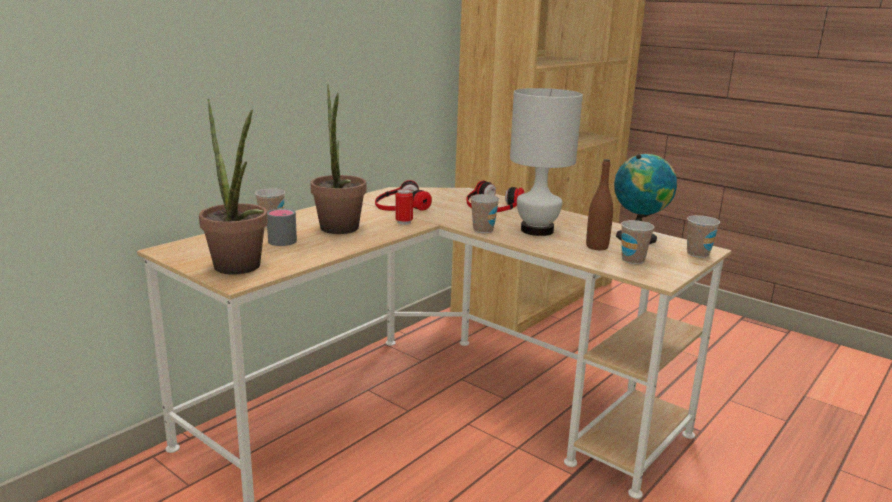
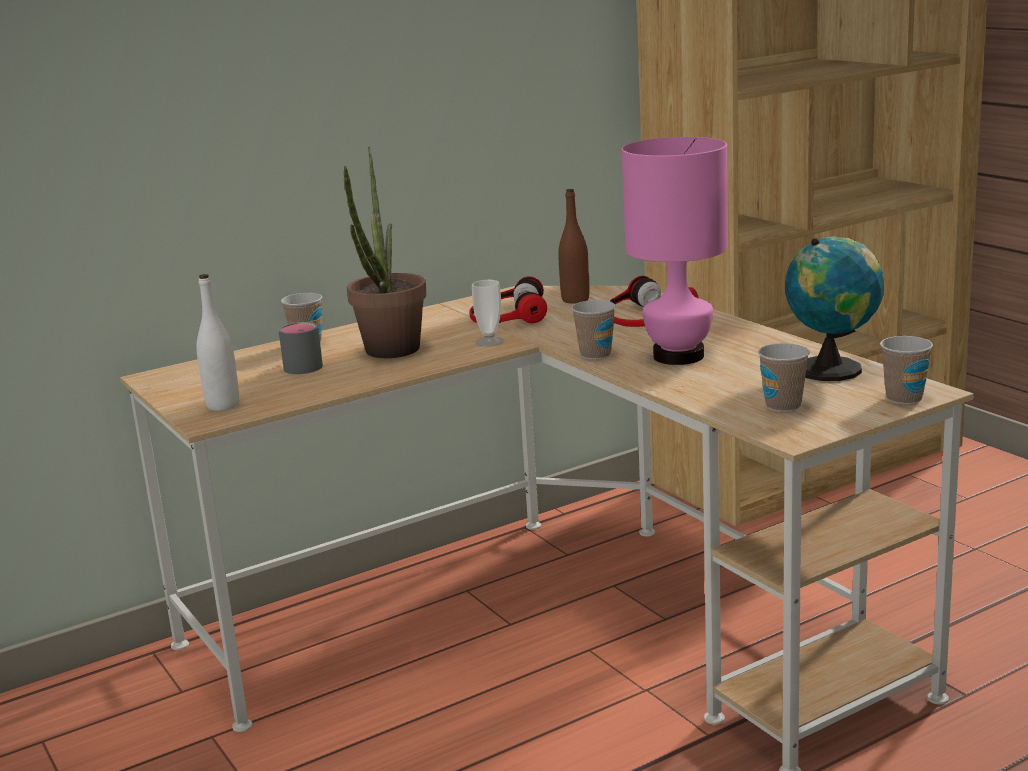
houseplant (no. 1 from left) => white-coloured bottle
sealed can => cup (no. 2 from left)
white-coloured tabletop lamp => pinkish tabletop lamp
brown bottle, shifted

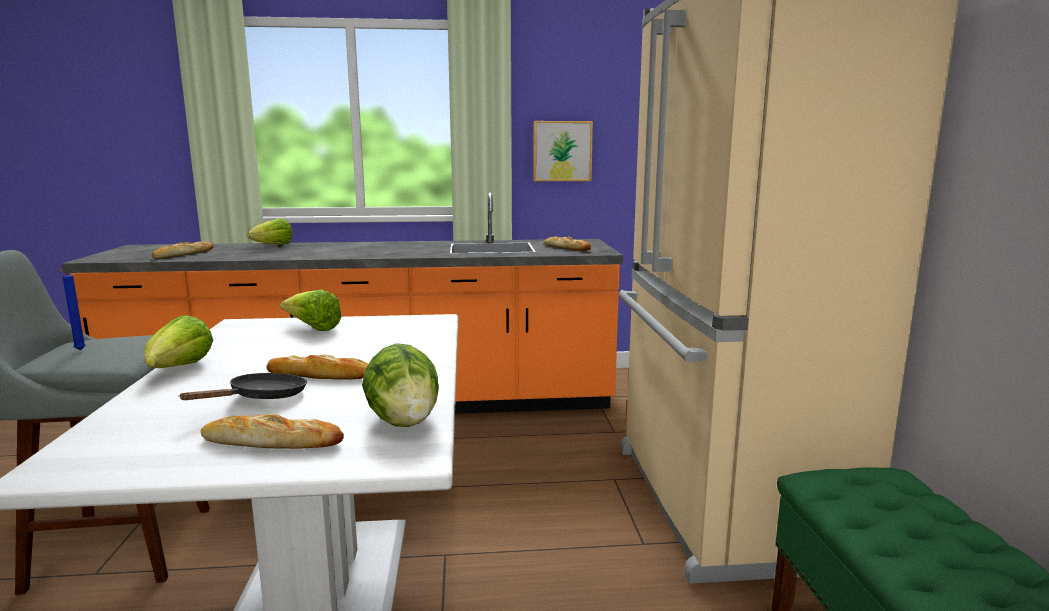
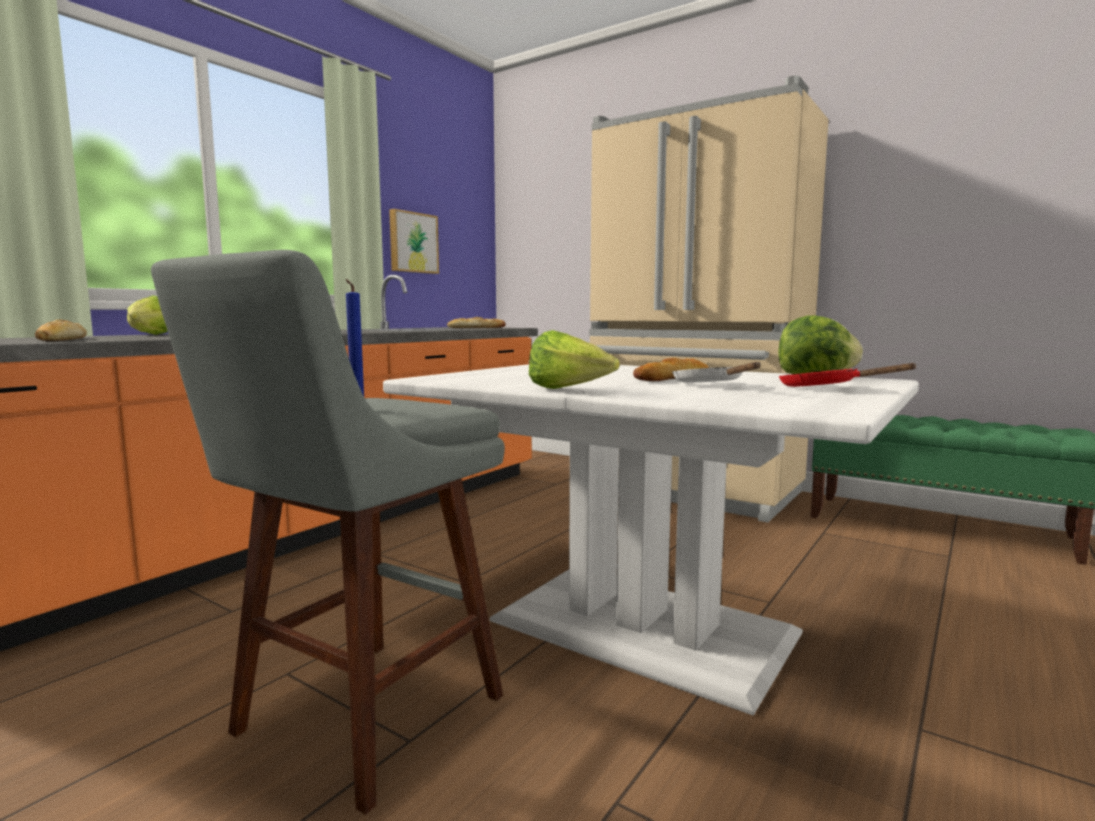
black-coloured frying pan => white-coloured frying pan
baked bread (no. 2 from left) => red-coloured frying pan
lettuce head (no. 3 from left) => nothing

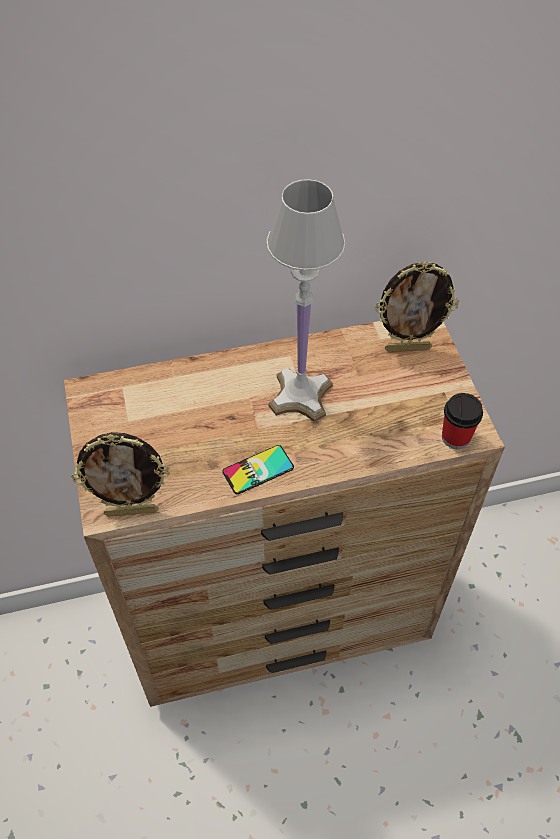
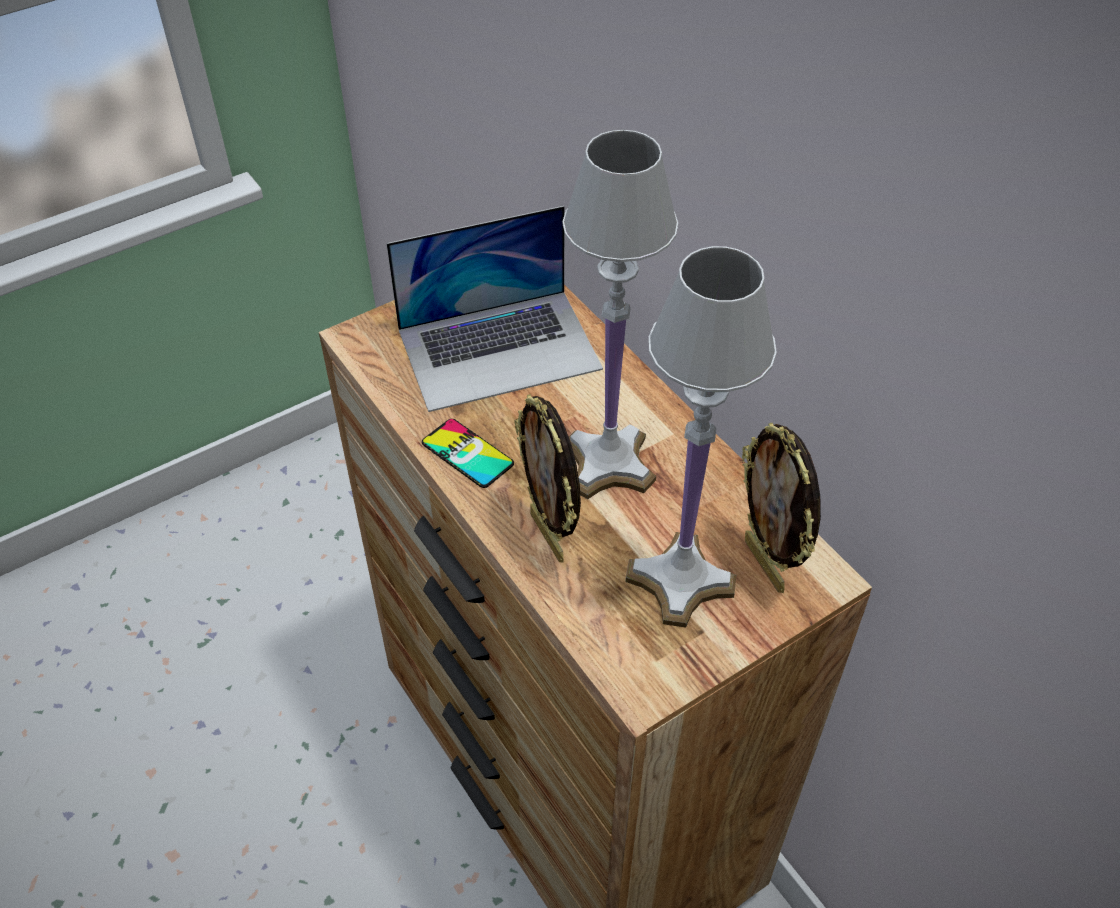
standing frame (no. 1 from left), shifted
cup => nothing
nothing => portable computer
nothing => white-coloured tabletop lamp (no. 2 from left)

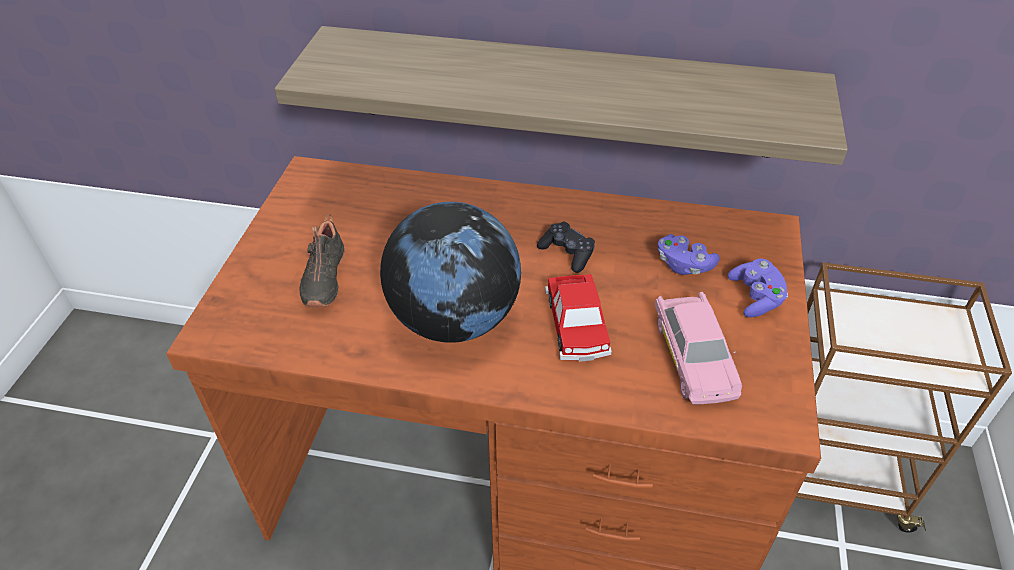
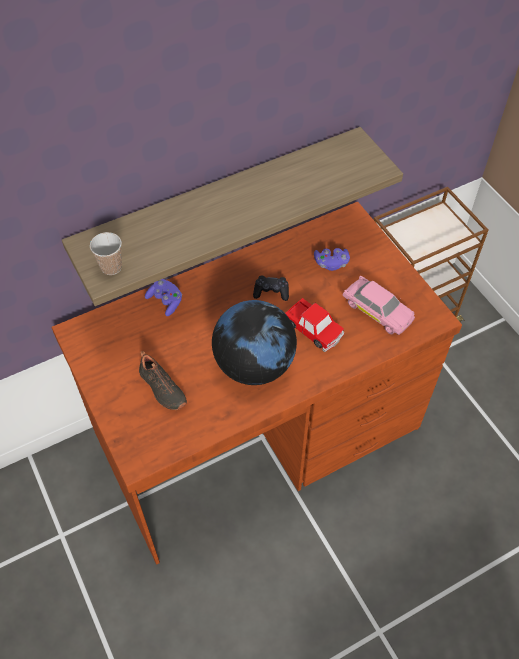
purple gamepad (no. 2 from left in the first image) => purple gamepad (no. 1 from left), shifted
nothing => cup

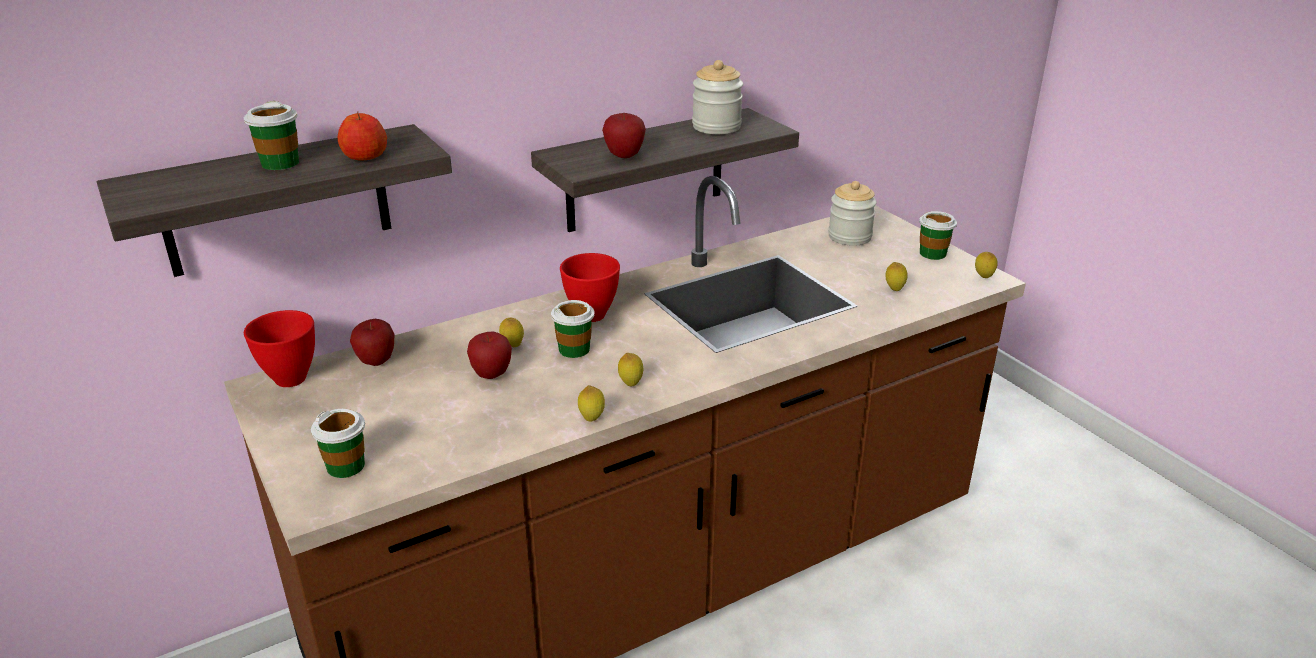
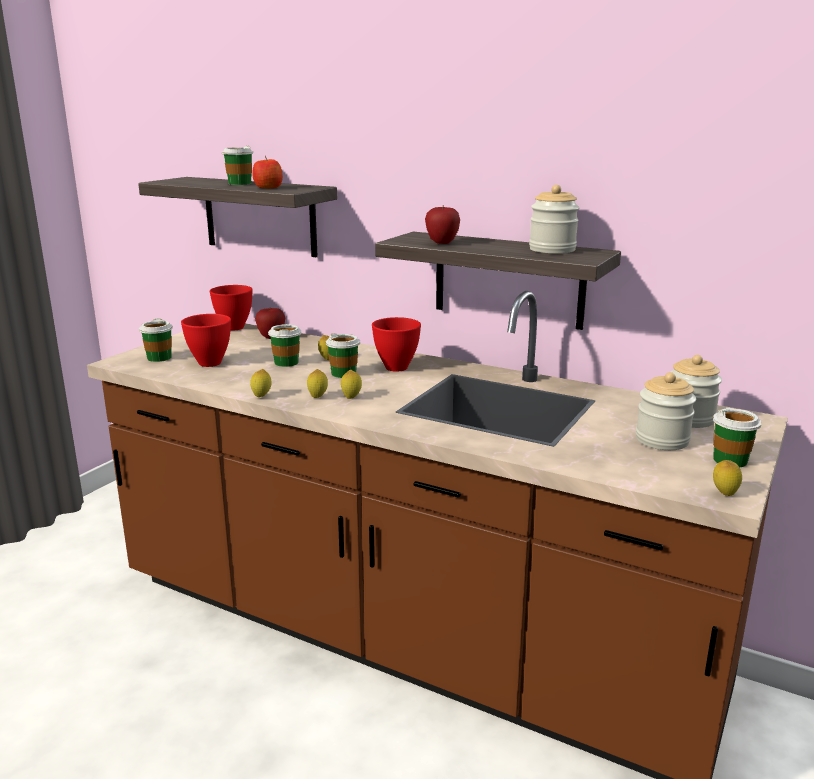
whole apple (no. 3 from left) => cup (no. 3 from left)
lemon (no. 4 from left), shifted
nothing => red-coloured bowl (no. 1 from left)
nothing => storage jar (no. 2 from left)

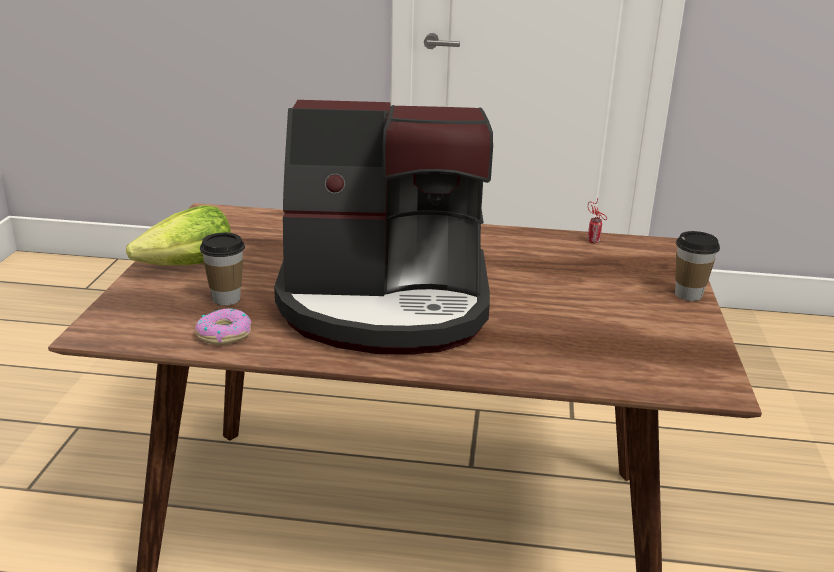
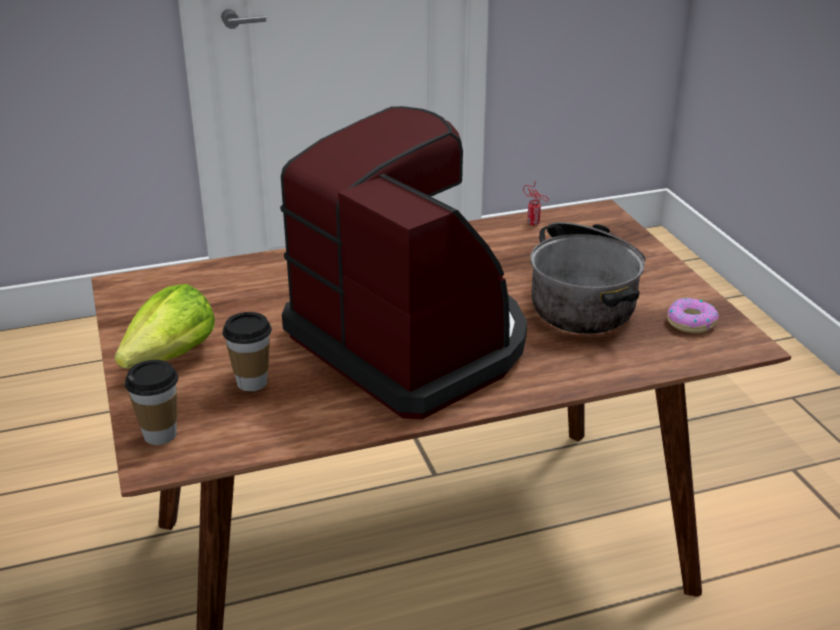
ring doughnut, shifted
coffee brewer, 105 degrees counterclockwise
cup (no. 2 from left in the first image) => cup (no. 1 from left), shifted
nothing => cooking pot

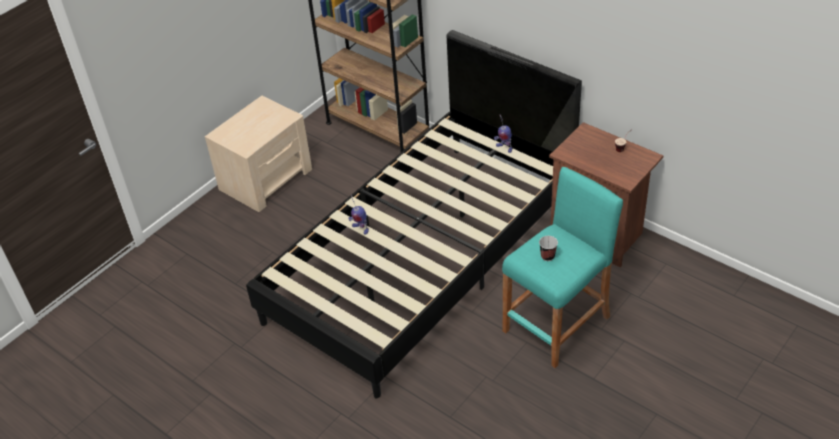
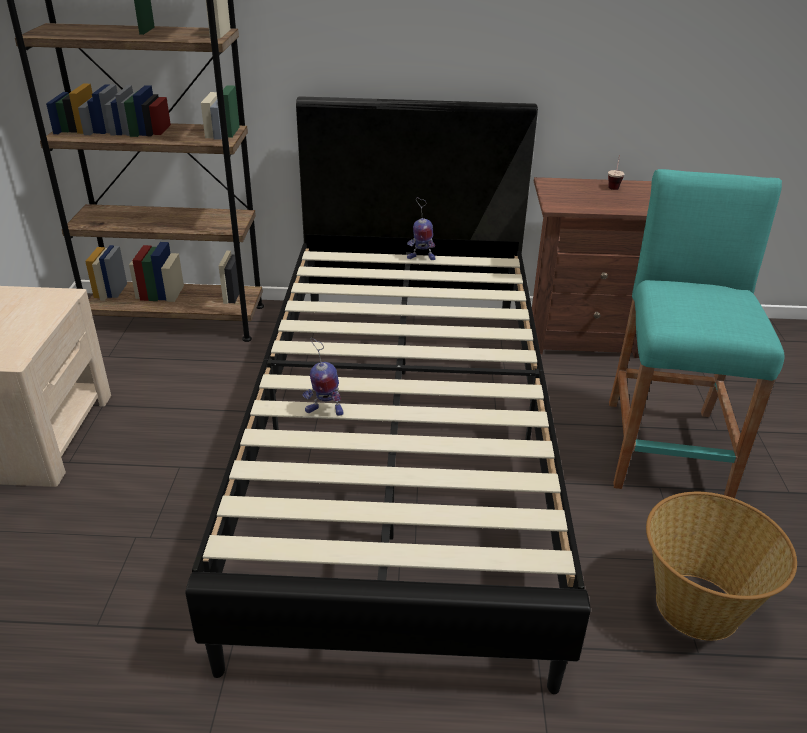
cup (no. 1 from left) => nothing
nothing => household basket

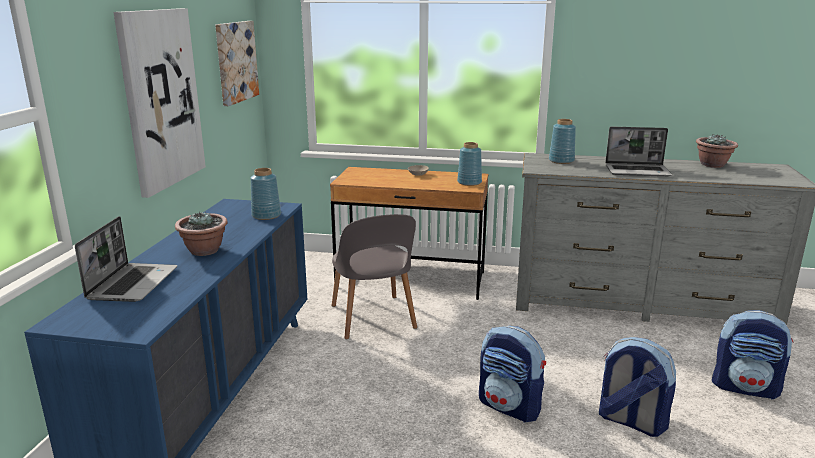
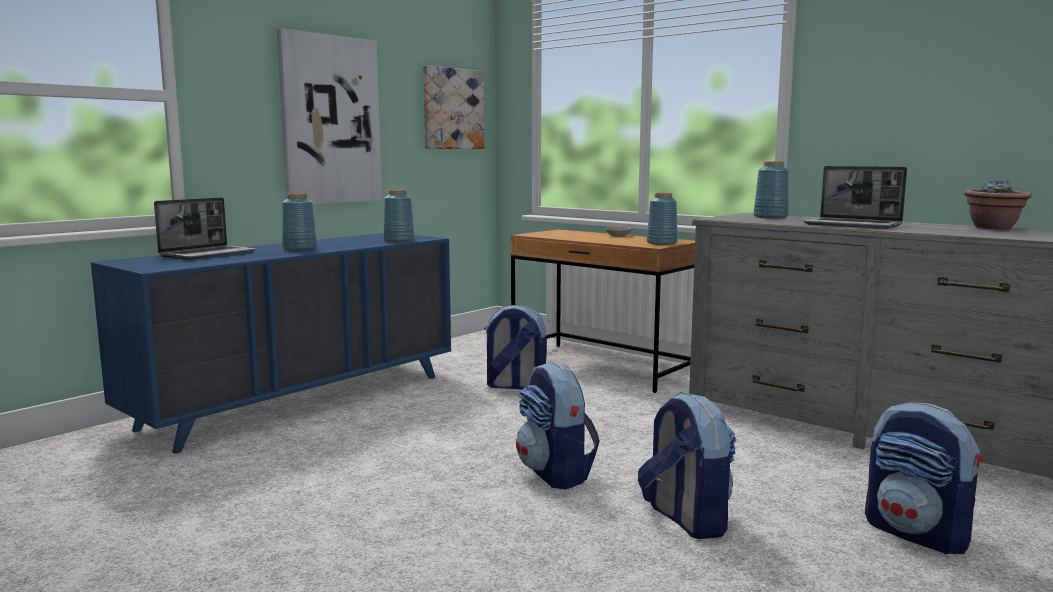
houseplant (no. 1 from left) => bluish flower vase (no. 1 from left)
gray plain chair => backpack (no. 1 from left)

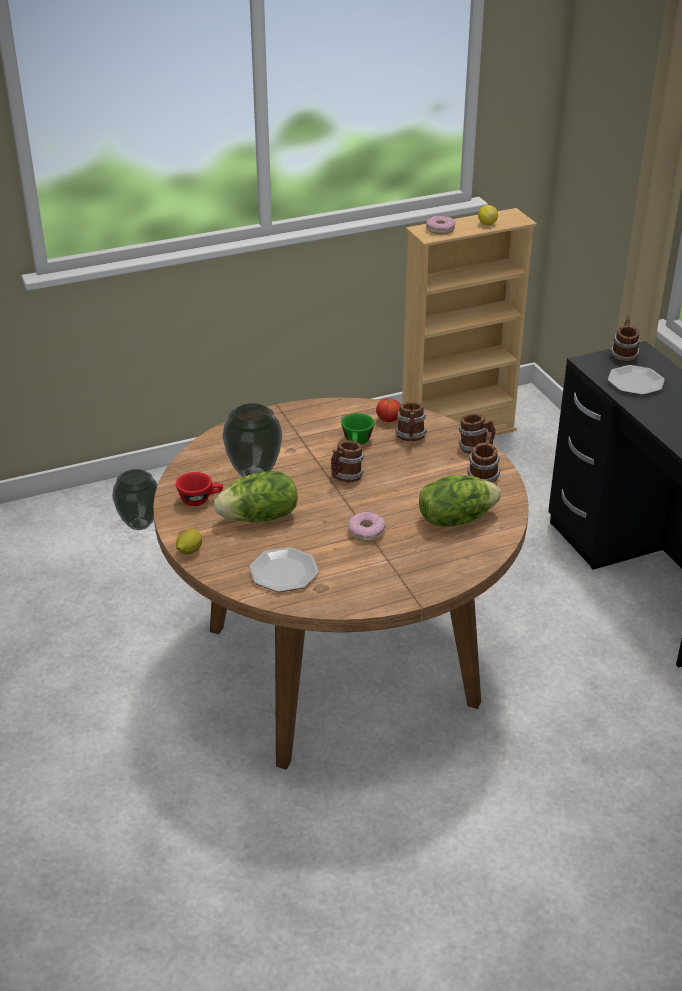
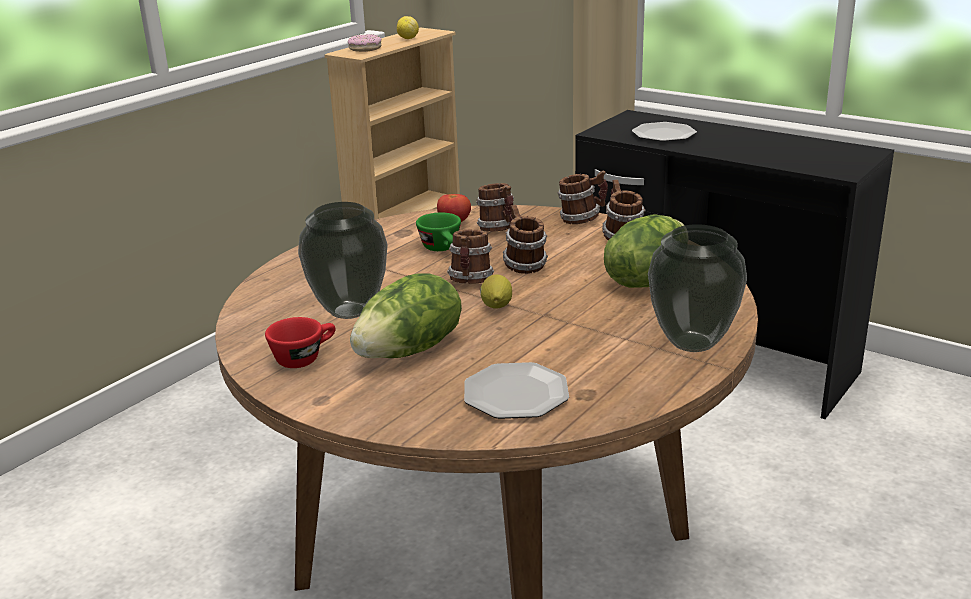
flower vase (no. 1 from left in the first image) => flower vase (no. 2 from left), shifted
lemon (no. 1 from left in the first image) => lemon (no. 2 from left), shifted
ring doughnut (no. 1 from left) => nothing
tea mug (no. 5 from left in the first image) => tea mug (no. 3 from left), shifted

